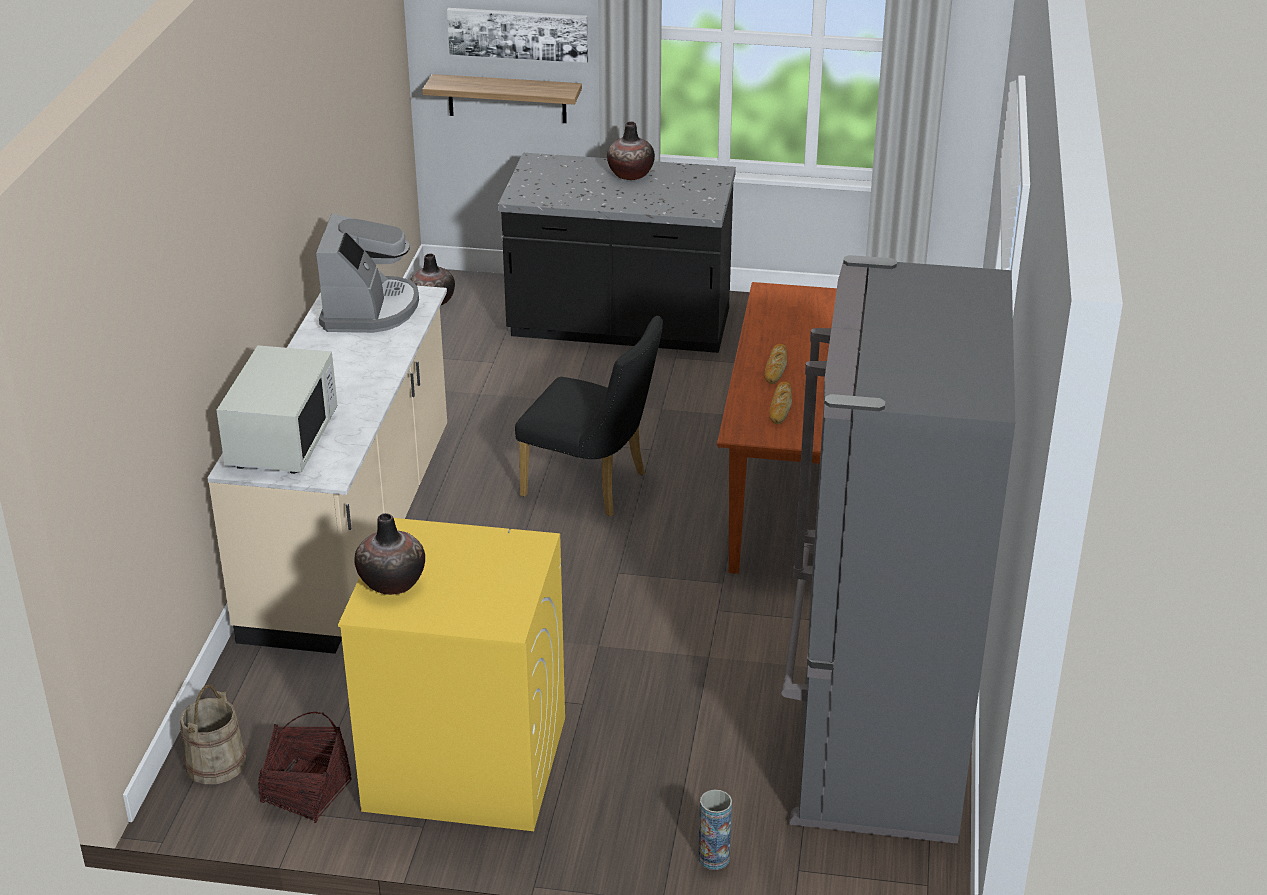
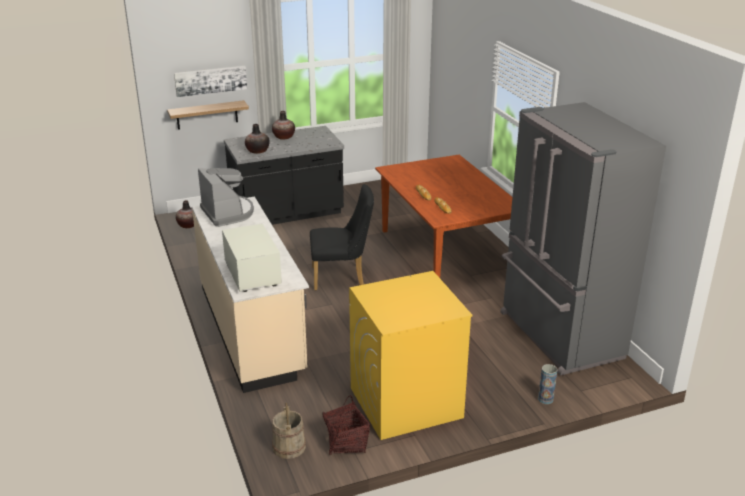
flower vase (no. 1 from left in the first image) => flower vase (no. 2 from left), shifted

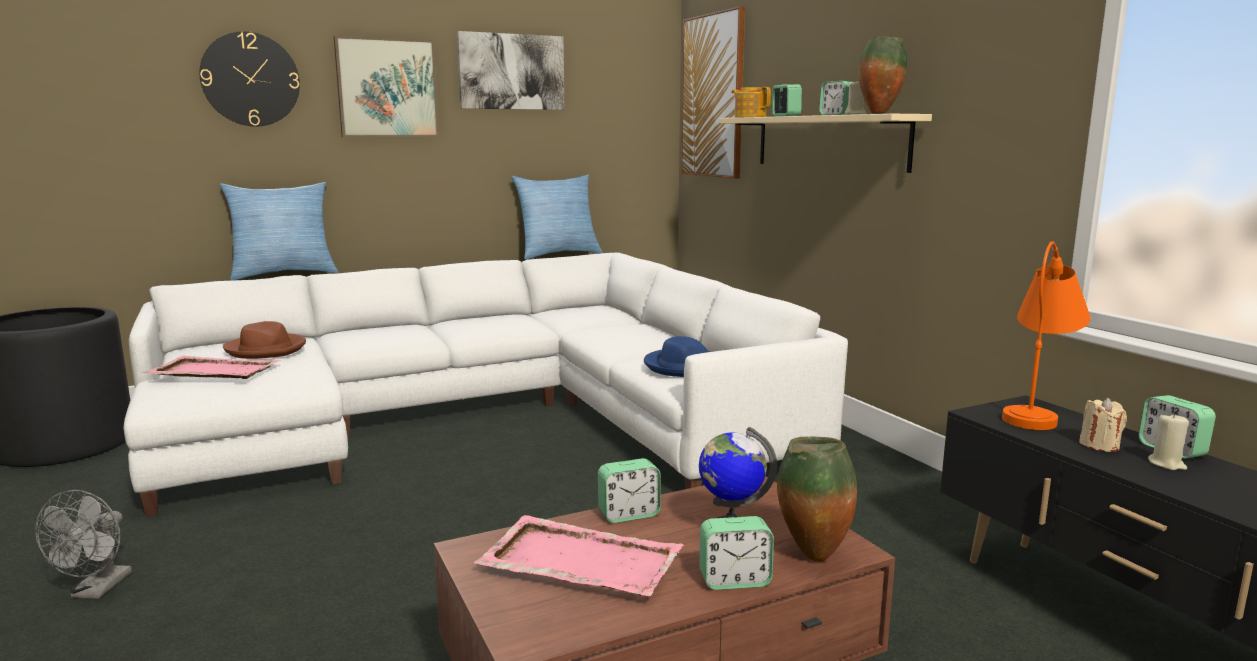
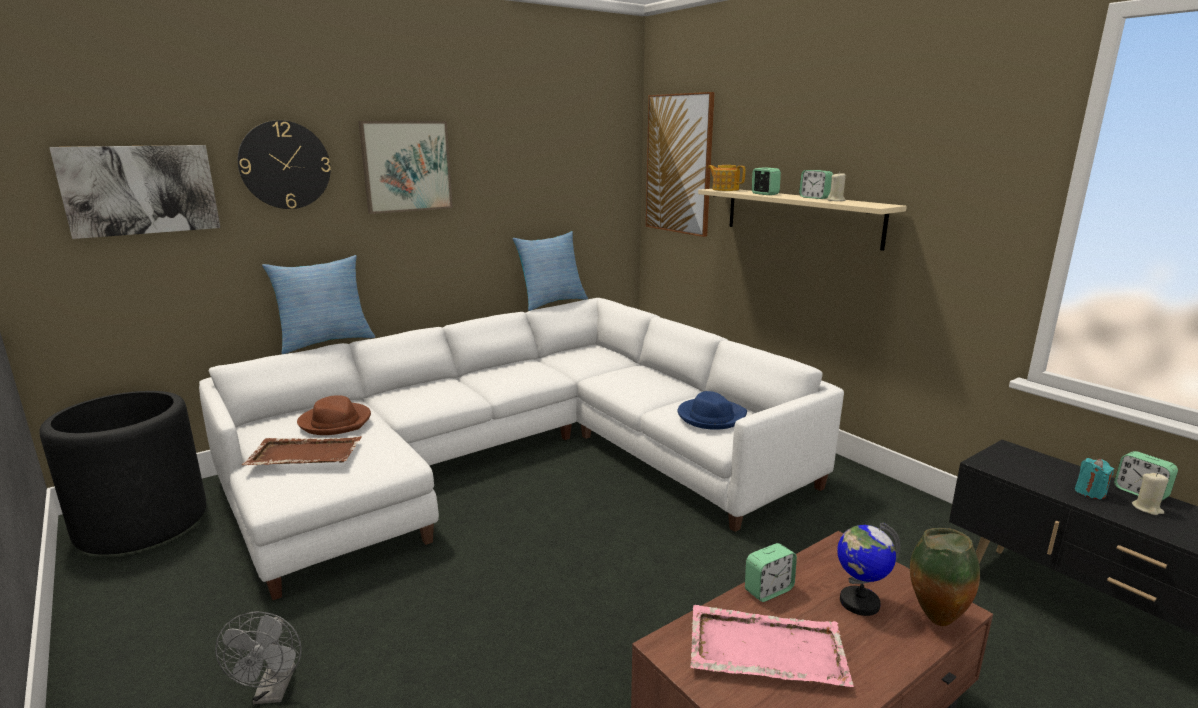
pinkish serving tray (no. 1 from left) => brown serving tray
wall picture (no. 2 from left in the first image) => wall picture (no. 1 from left), shifted
bedside clock (no. 2 from left) => nothing
flower vase (no. 2 from left) => nothing
orange-coloured tabletop lamp => nothing
beige wax light (no. 2 from left) => blue-green wax light

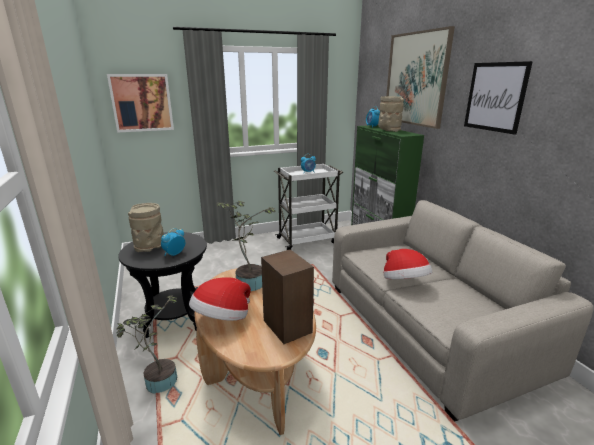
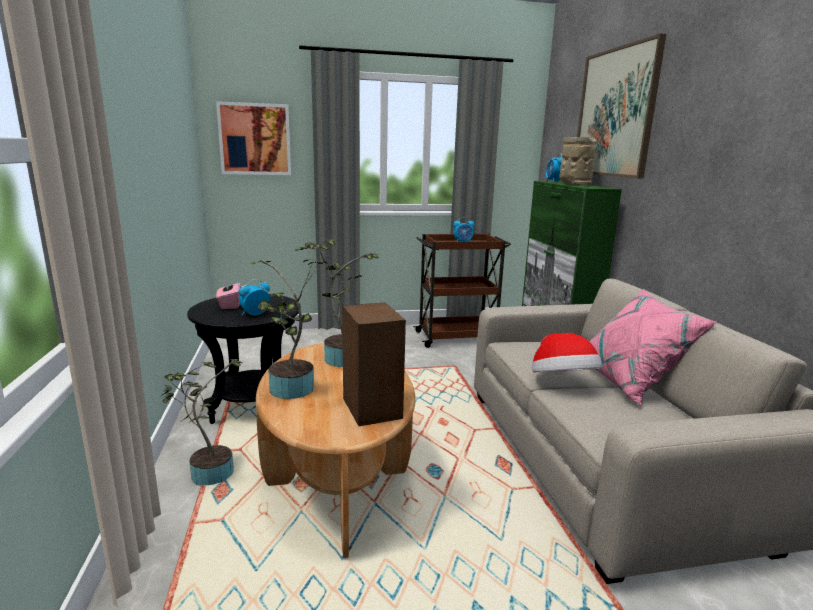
beige flower vase (no. 1 from left) => pinkish tissue box
clothing hat (no. 1 from left) => houseplant (no. 2 from left)
white-coloured trolley => brown trolley
wall picture (no. 3 from left) => nothing
nothing => pinkish cushion

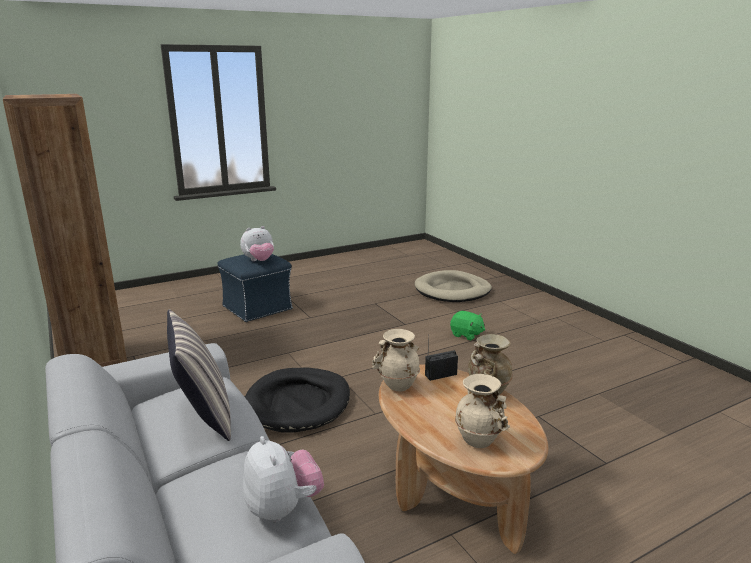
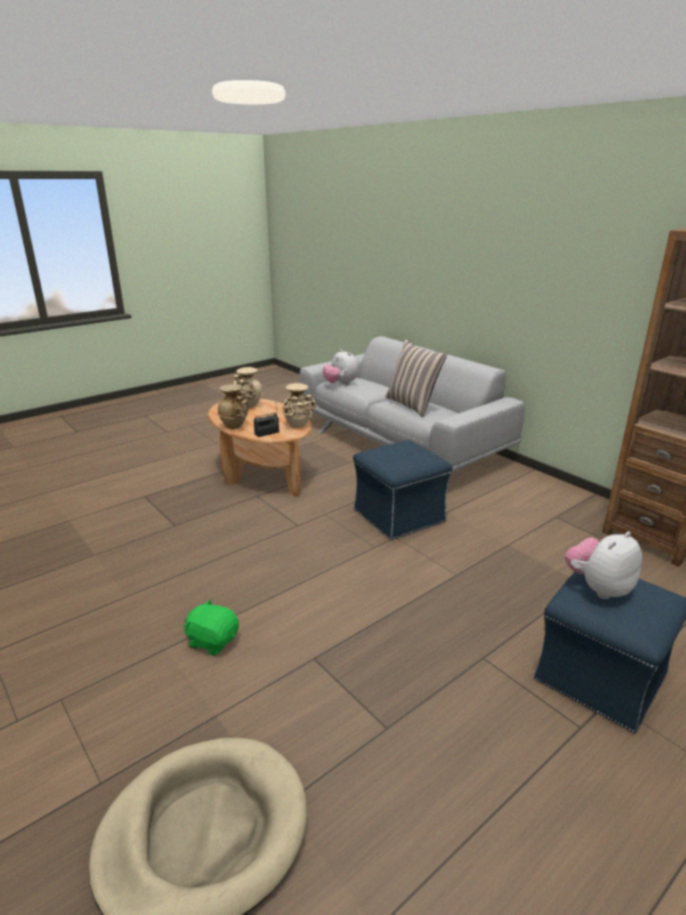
black-coloured pet bed => bluish pouffe (no. 1 from left)

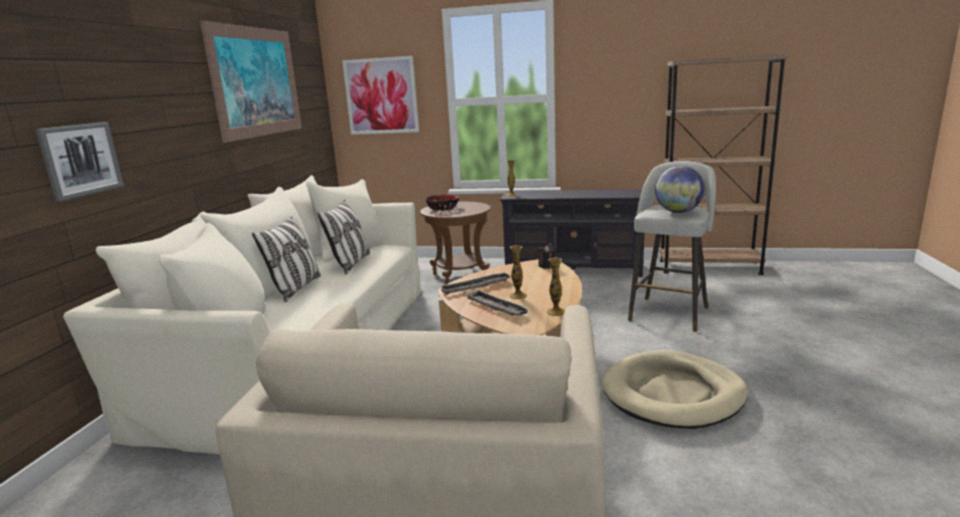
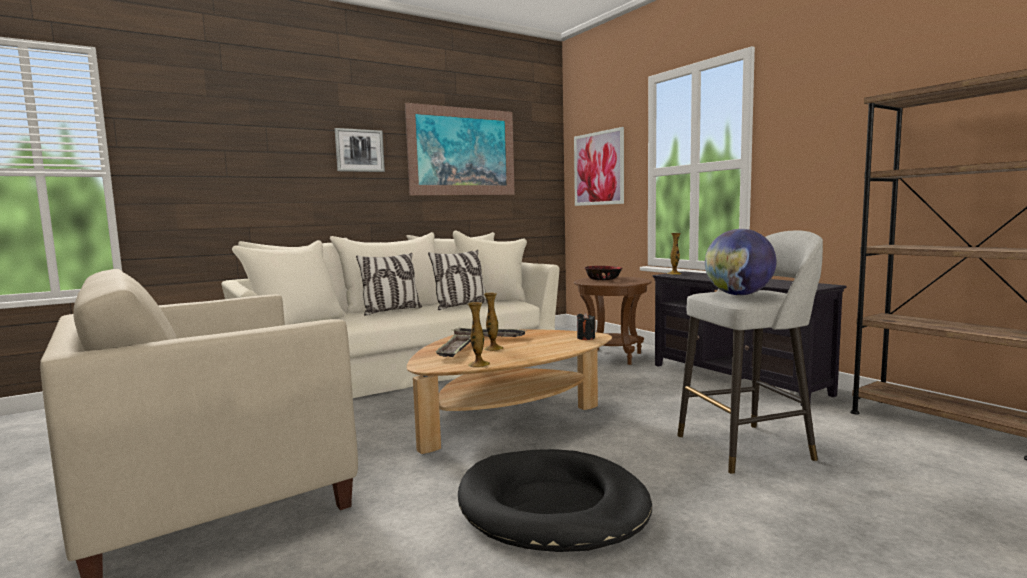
wall picture (no. 1 from left), shifted
beige pet bed => black-coloured pet bed

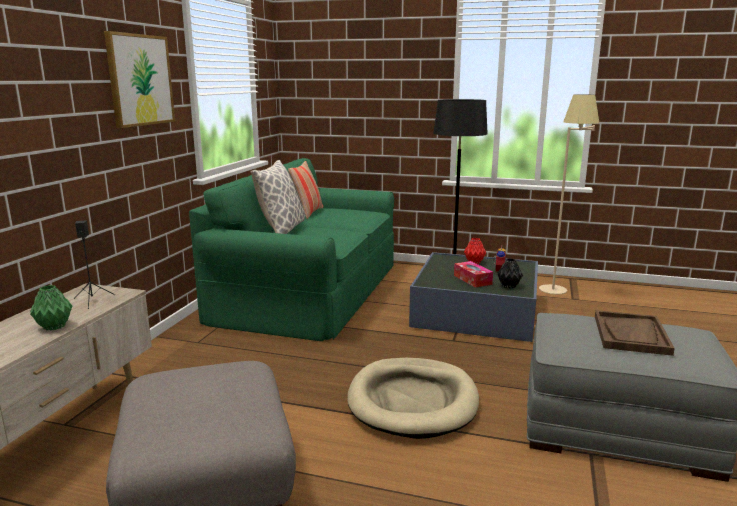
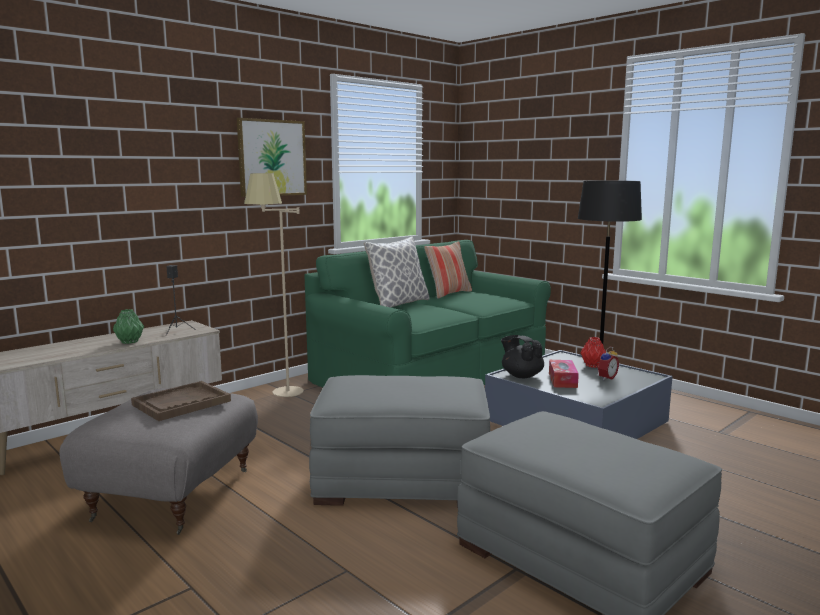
beige pet bed => gray pouffe (no. 2 from left)
black-coloured flower vase => nothing
beige standing lamp, shifted
brown serving tray, shifted
nothing => black-coloured teapot

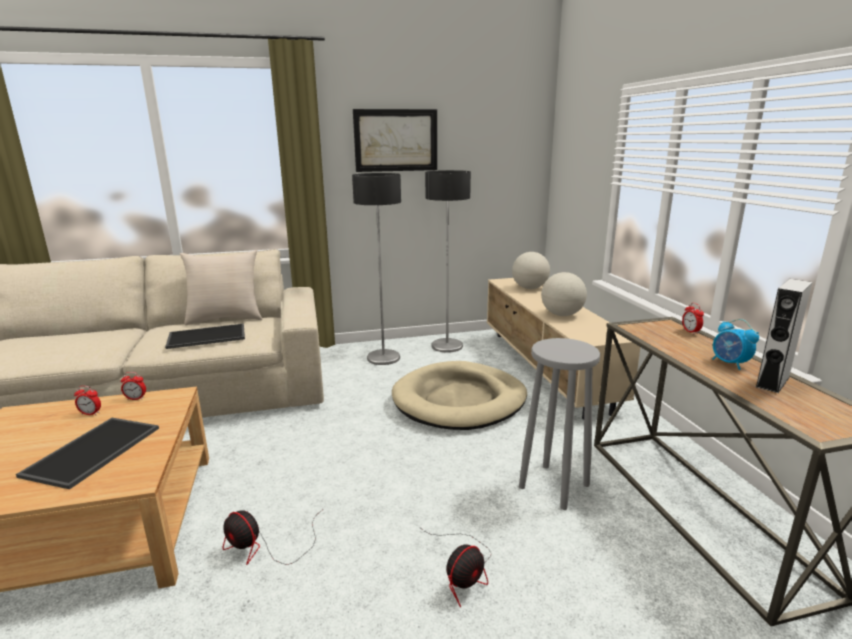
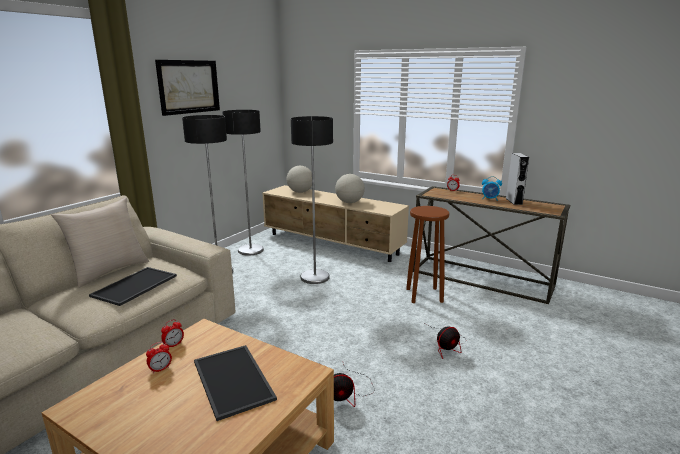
beige pet bed => standing lamp (no. 3 from left)
fan (no. 2 from left), 60 degrees clockwise
gray stool seat => brown stool seat

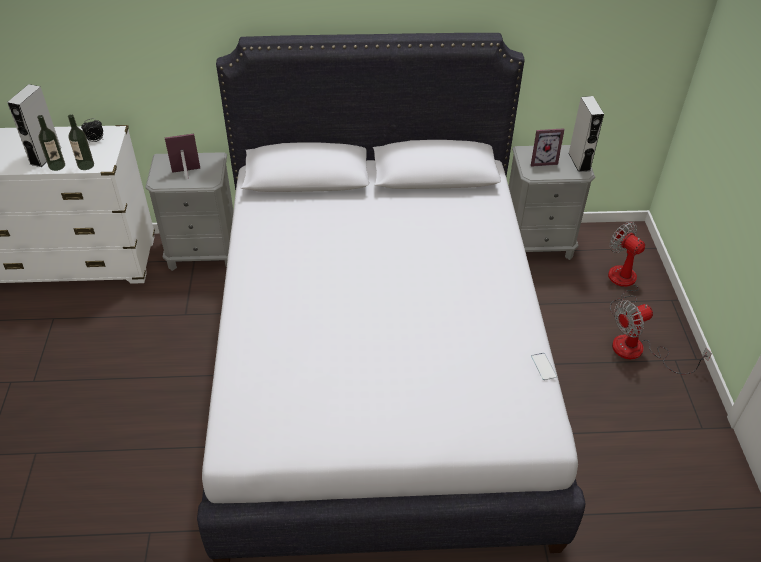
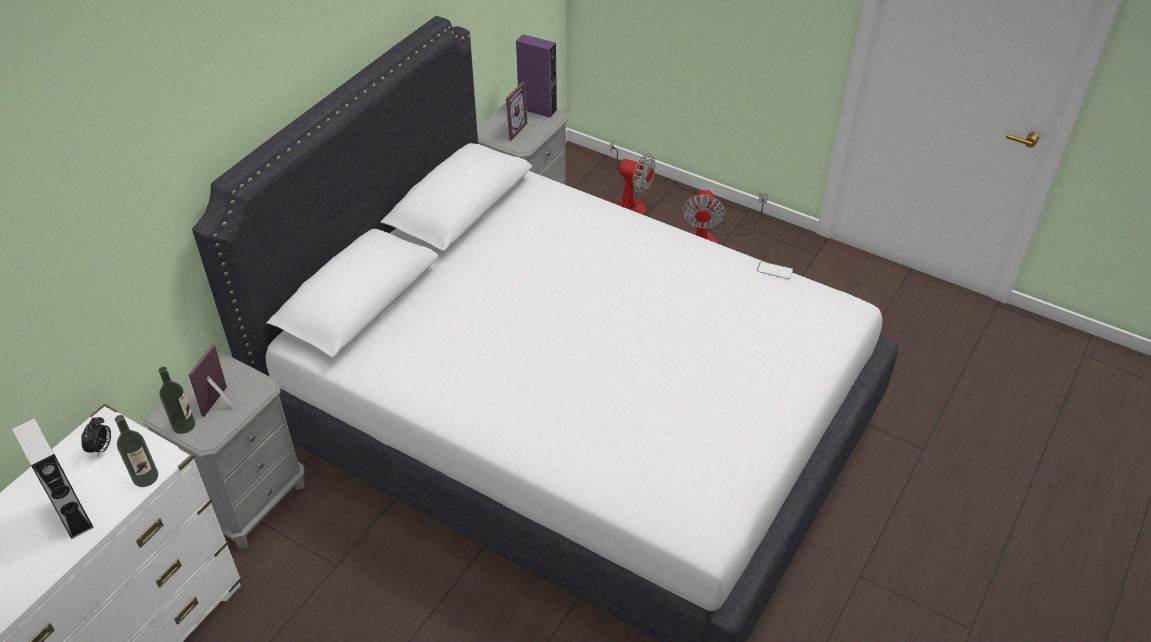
bottle (no. 1 from left in the first image) => bottle (no. 2 from left), shifted
gray loudspeaker (no. 2 from left) => purple loudspeaker
fan (no. 1 from left), 150 degrees counterclockwise

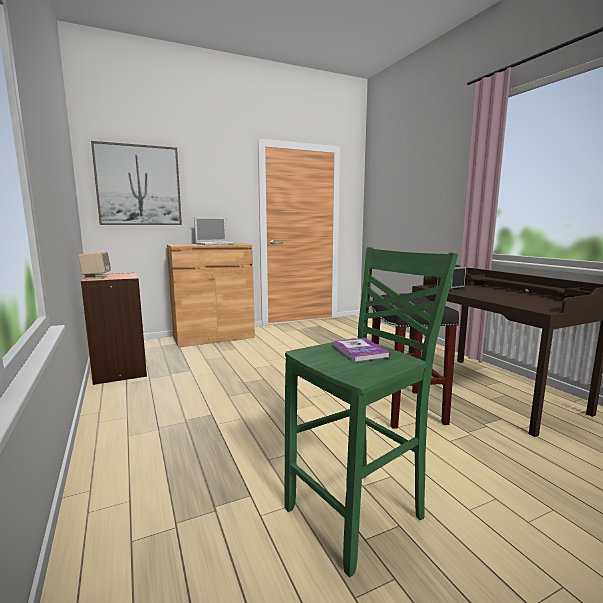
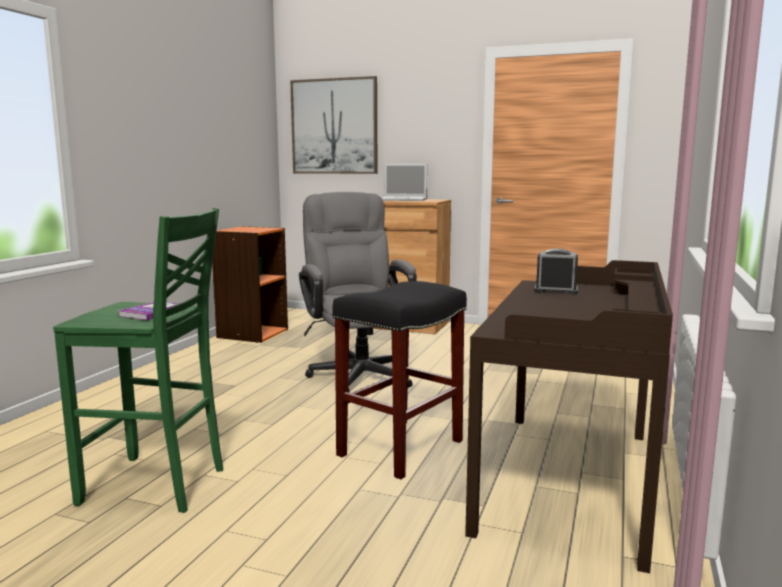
beige loudspeaker => nothing
nothing => gray computer chair

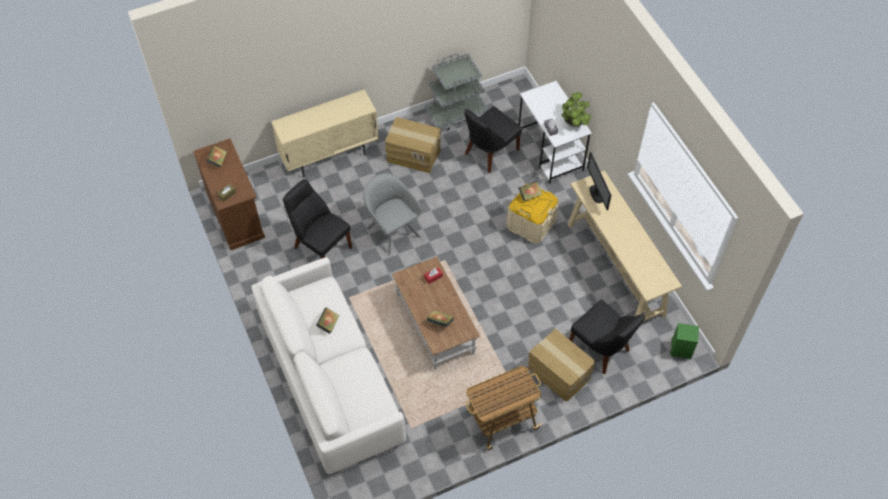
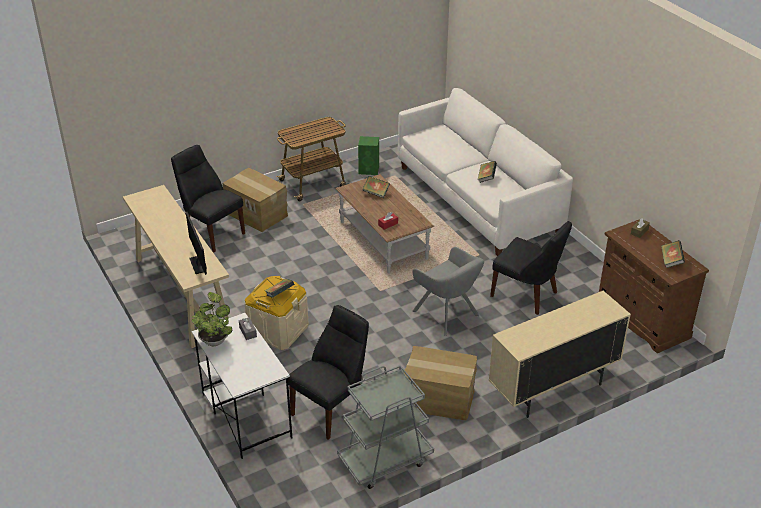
green loudspeaker, shifted

